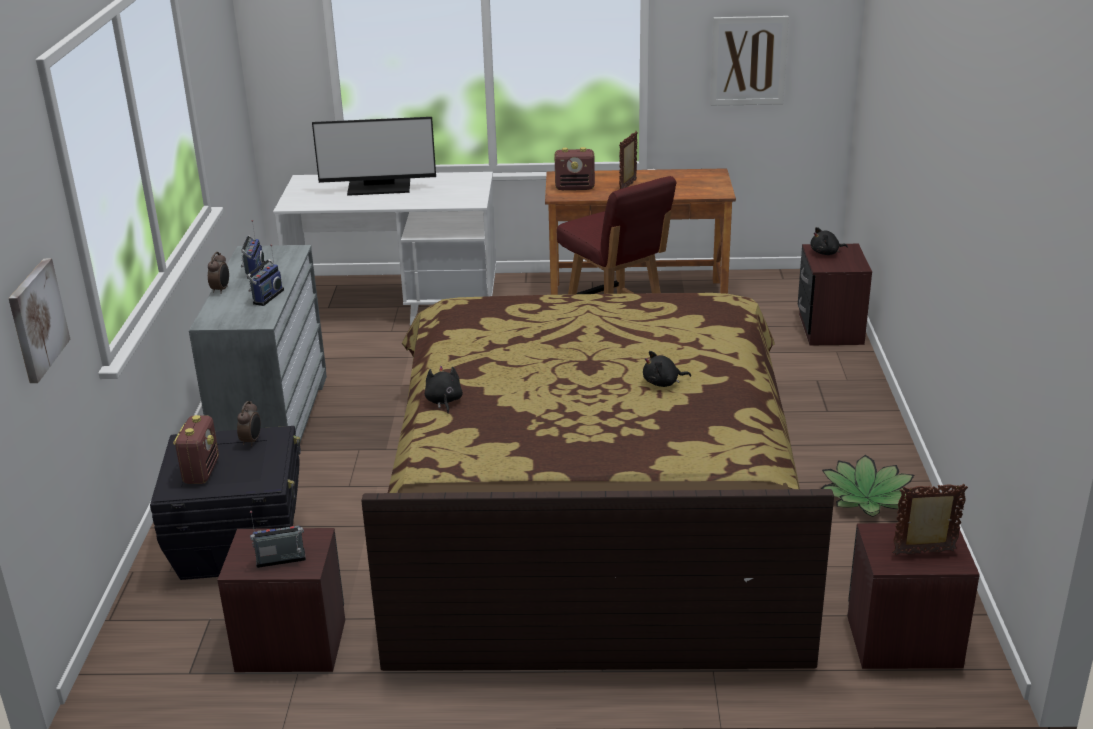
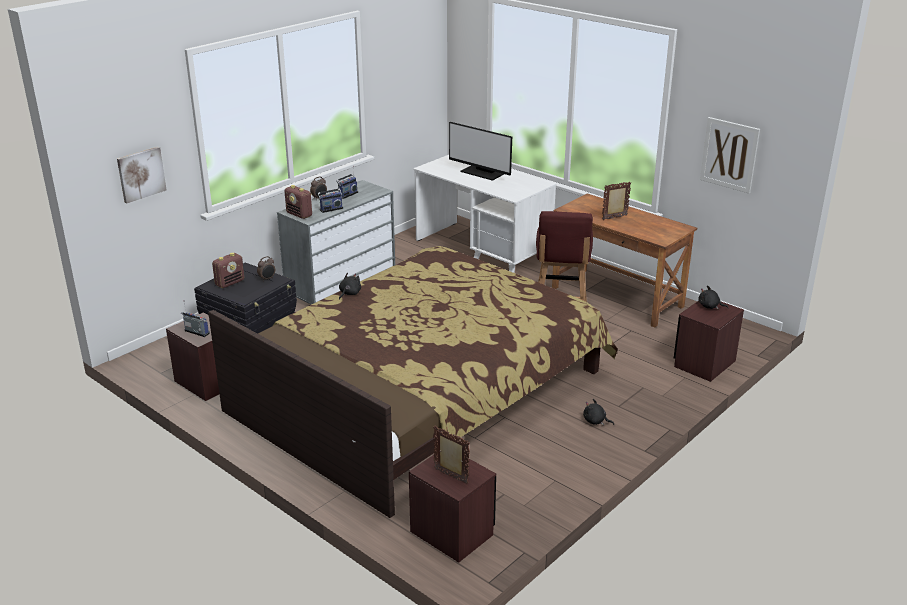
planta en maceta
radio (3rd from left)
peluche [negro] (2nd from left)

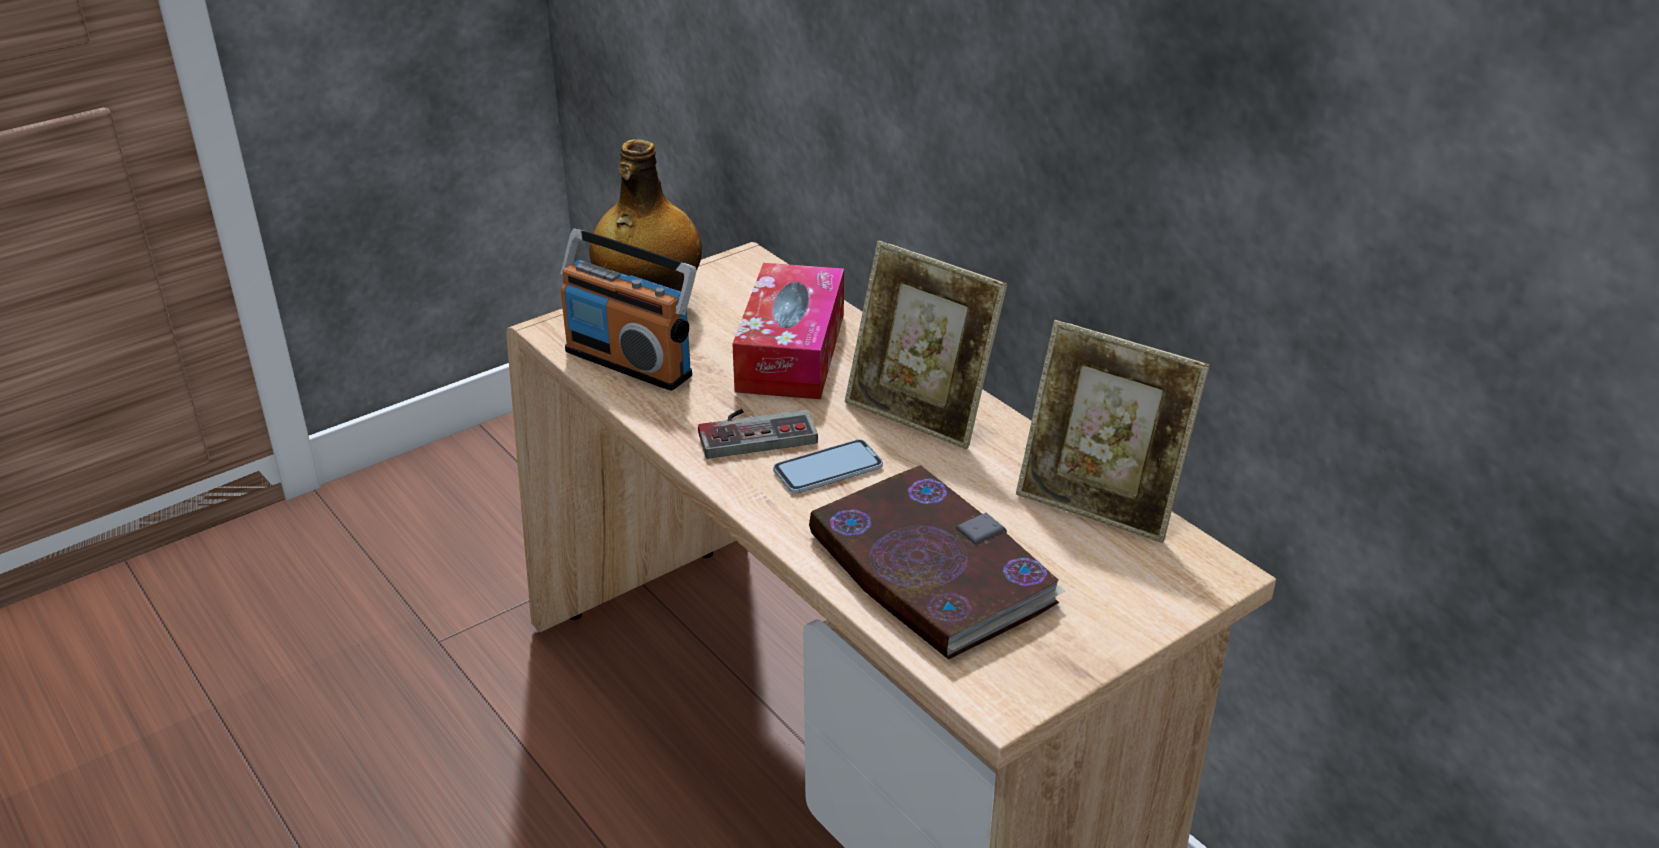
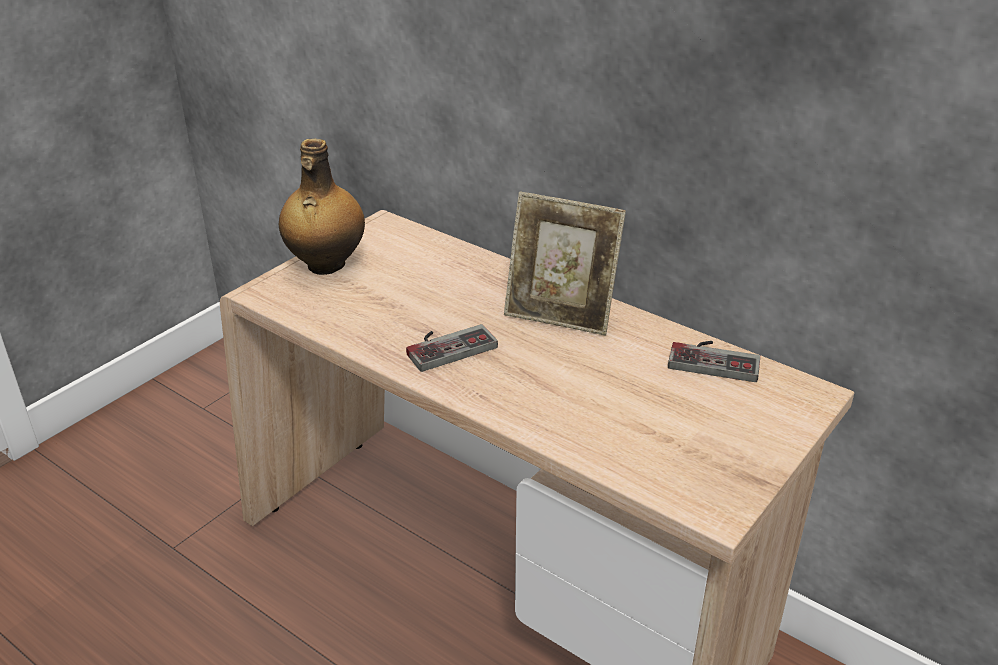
radio
caja de pañuelos
móvil
libro
mando de consola (2nd from left)

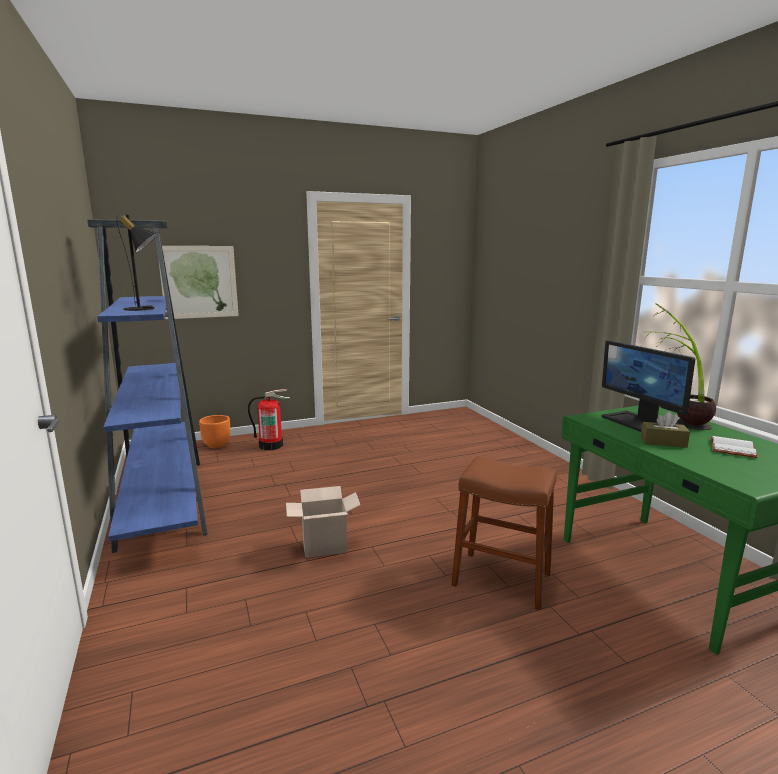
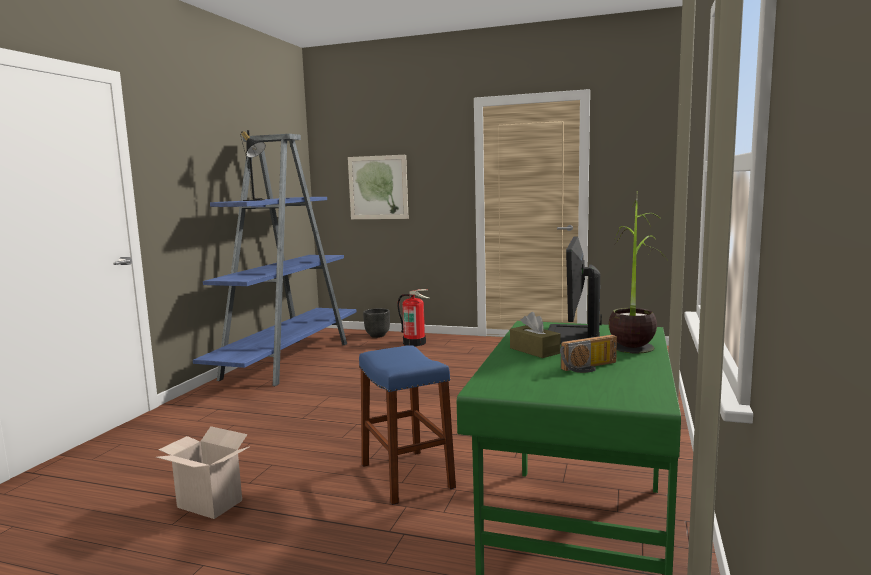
caja de cartón
radio
maceta [negro]
taburete [azul]

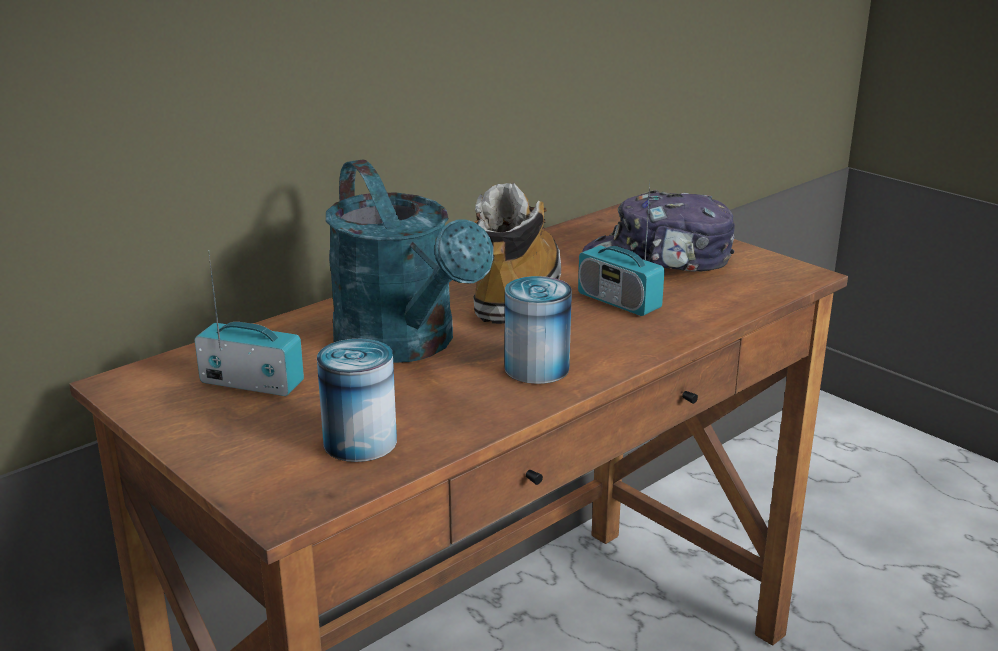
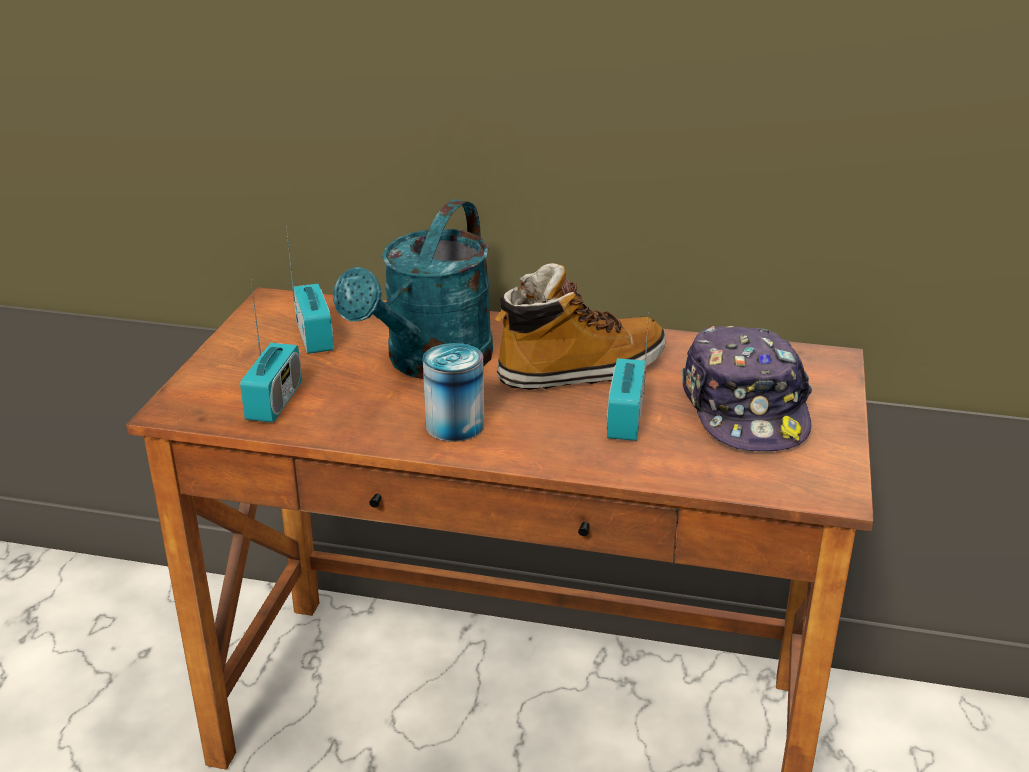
radio (1st from left)
gorra

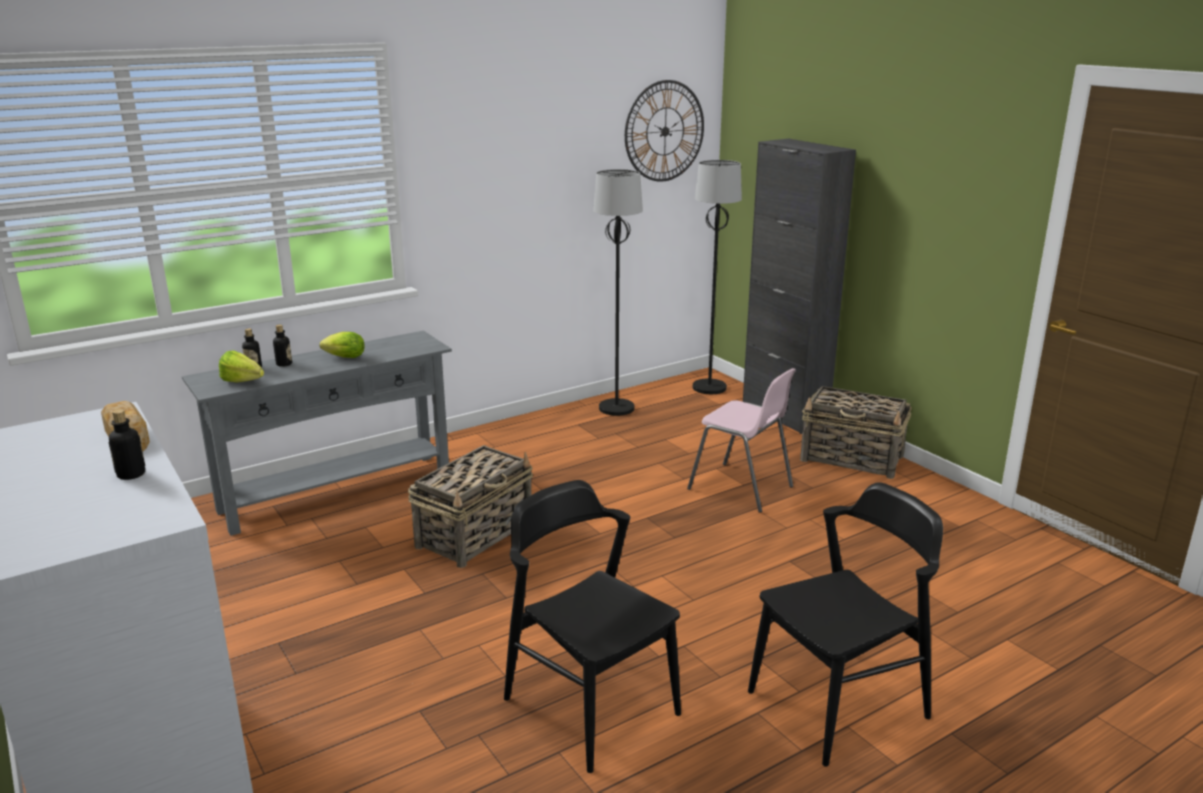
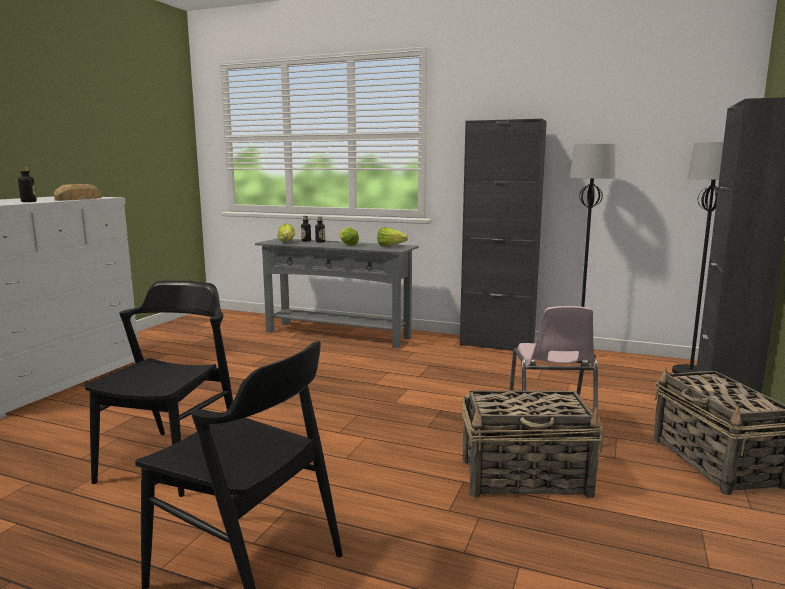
reloj de pared
lechuga (3rd from left)
armario [negro] (1st from left)
cesta (1st from left)

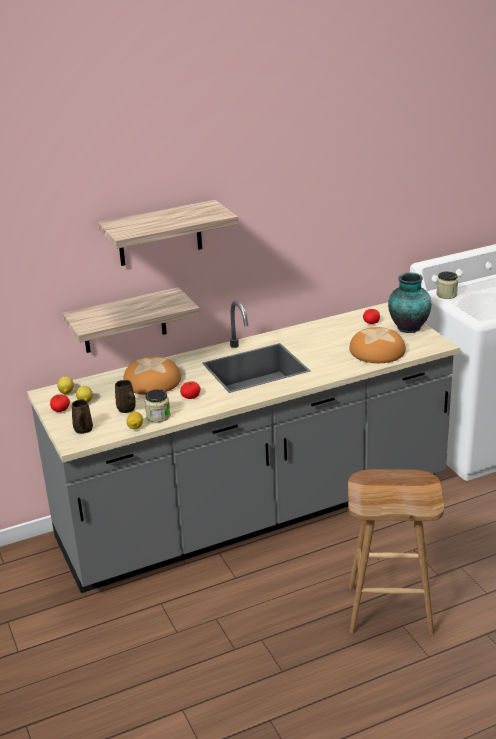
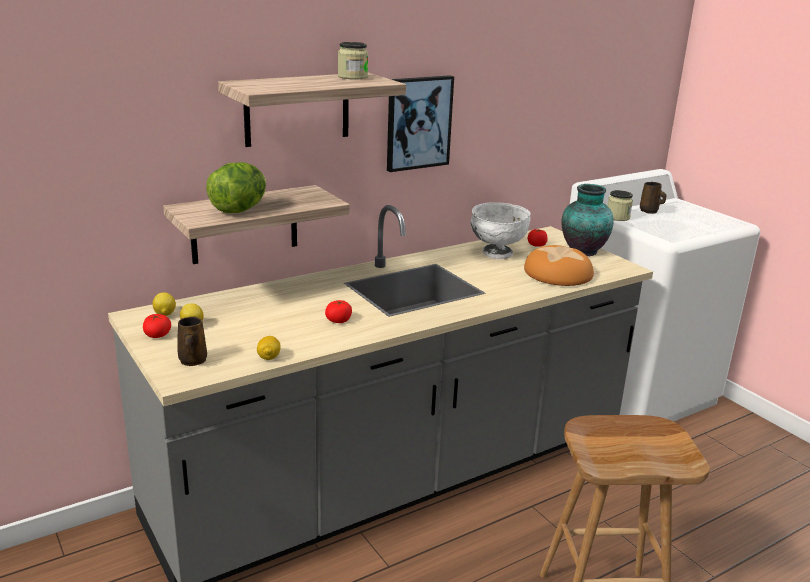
pan (1st from left in the first image)
lechuga
cuadro
cuenco [blanco]
taza grande [marrón] (2nd from left)
tarro (1st from left)

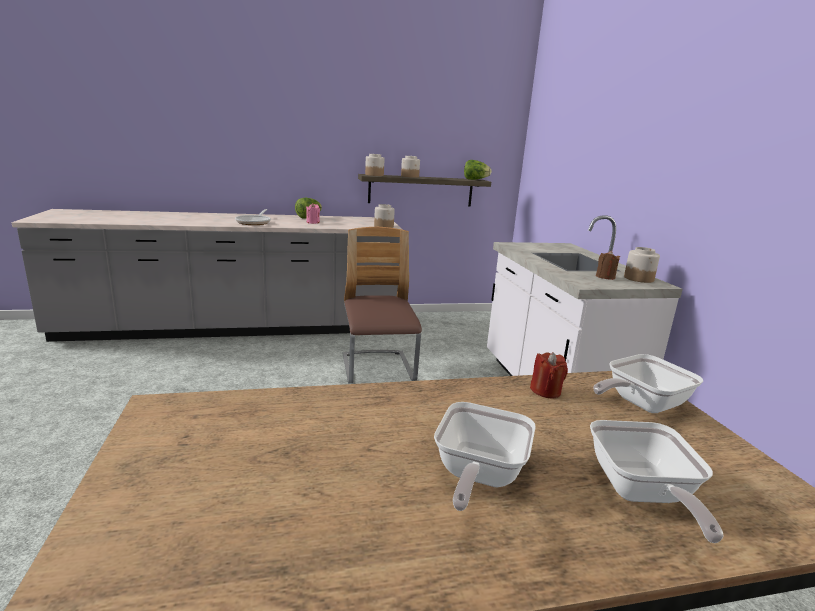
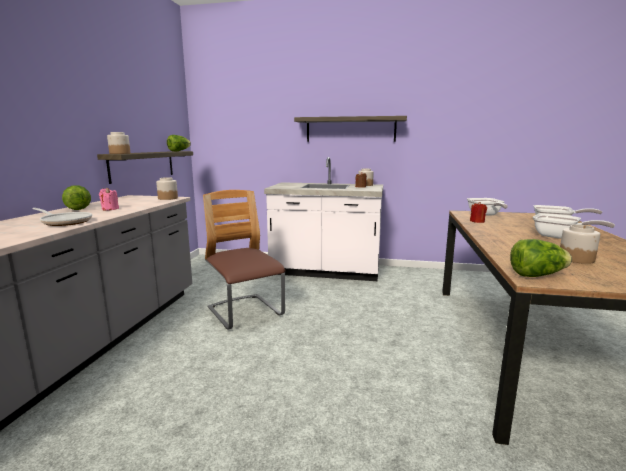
estante (2nd from left)
lechuga (3rd from left)
tarro (4th from left)
silla

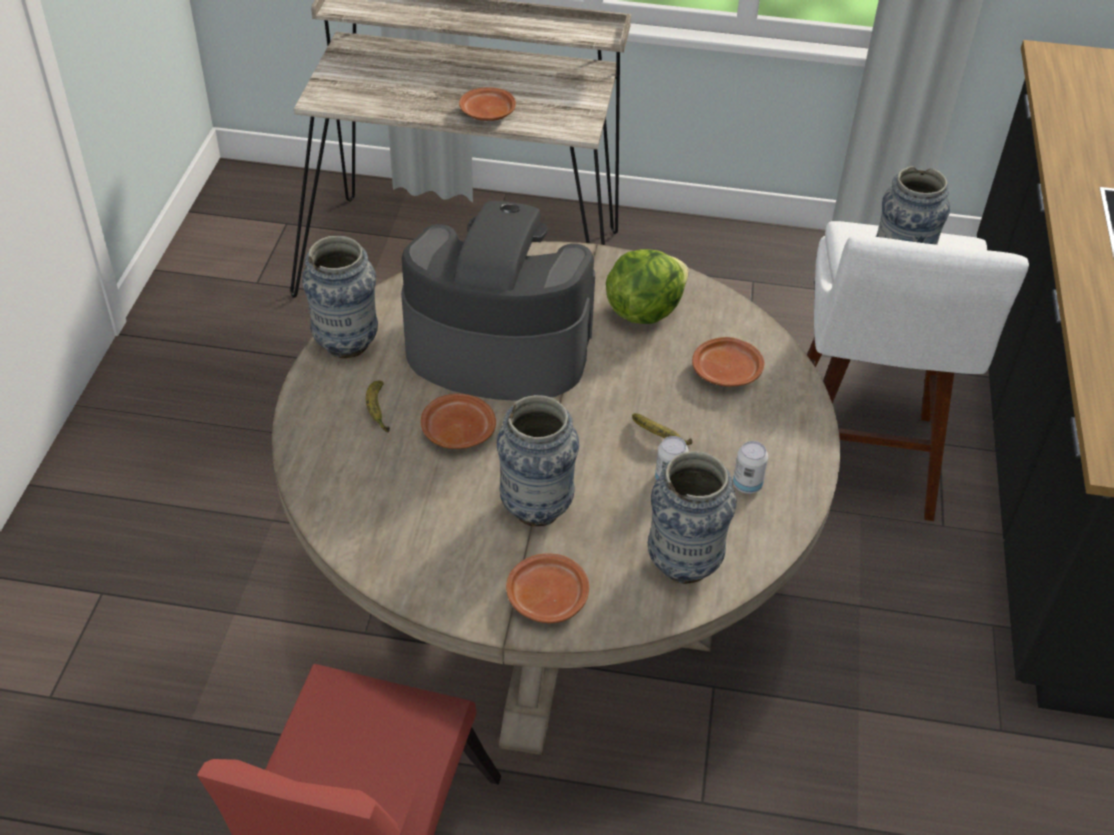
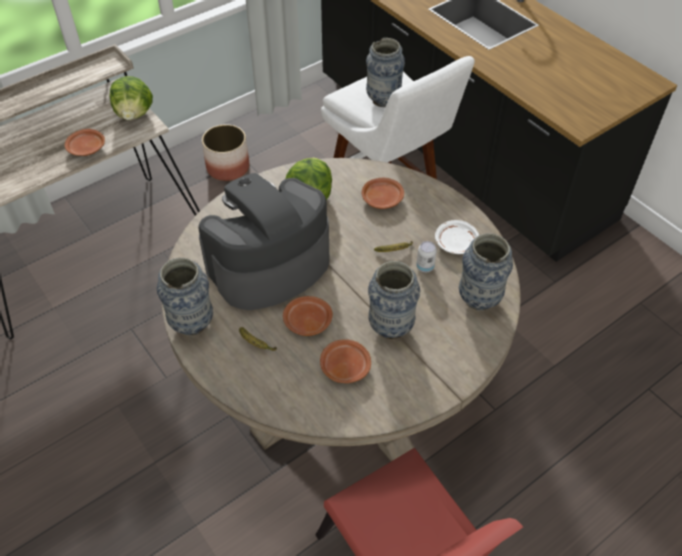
lechuga (1st from left)
maceta
plato [marrón] (3rd from left)
plato [blanco]

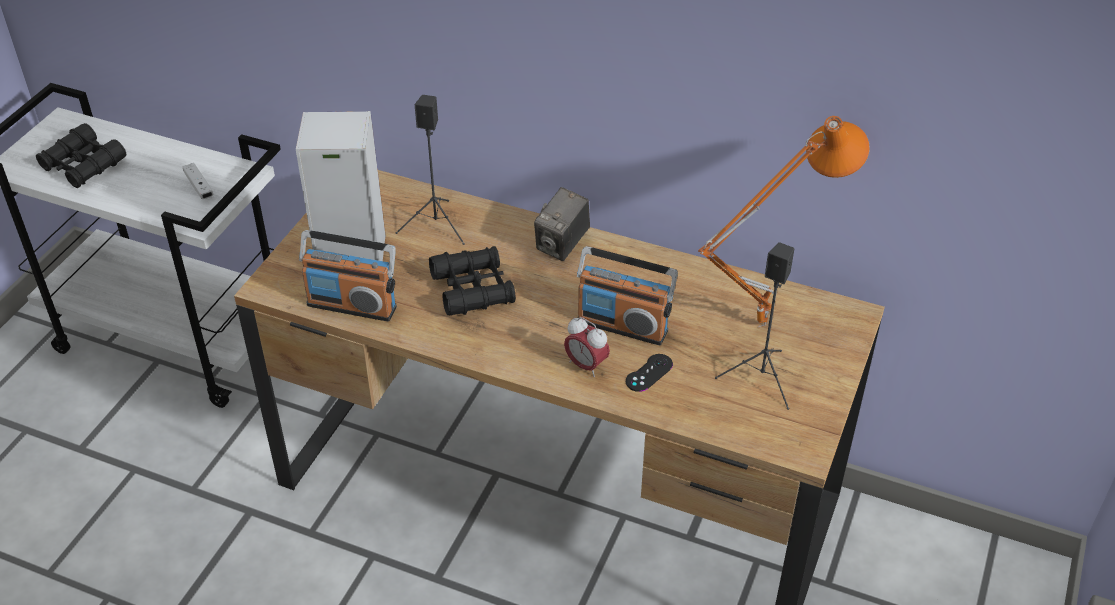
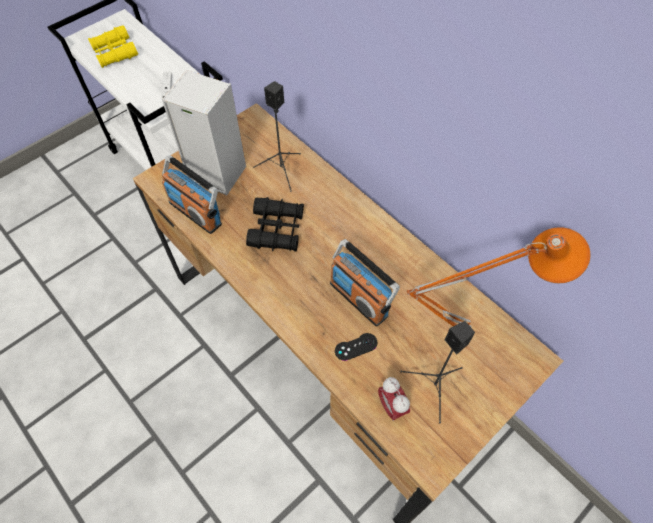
cámara
despertador
prismáticos [amarillo]

